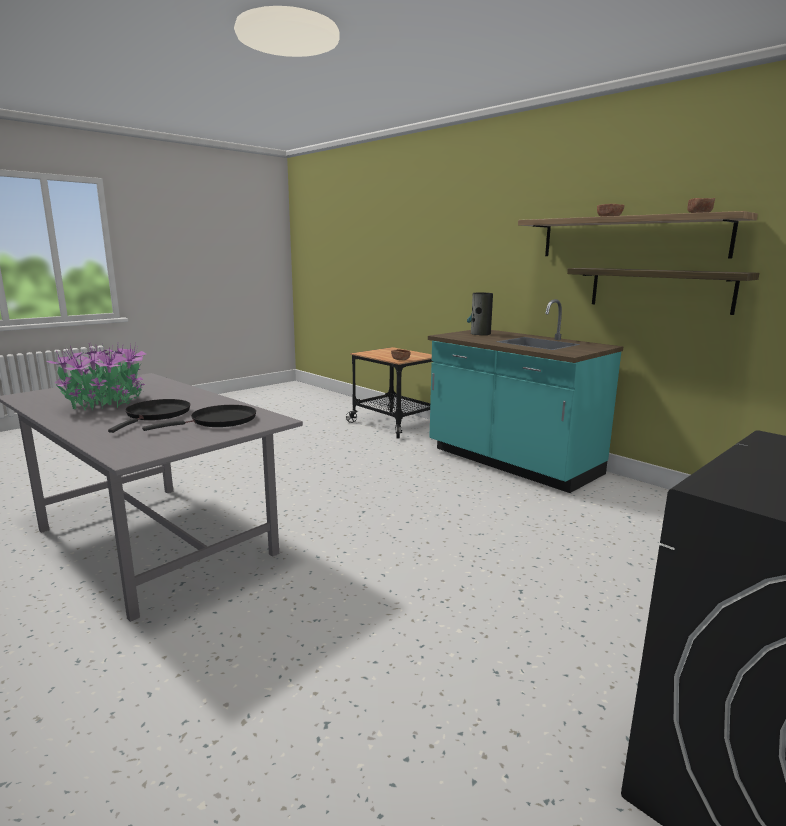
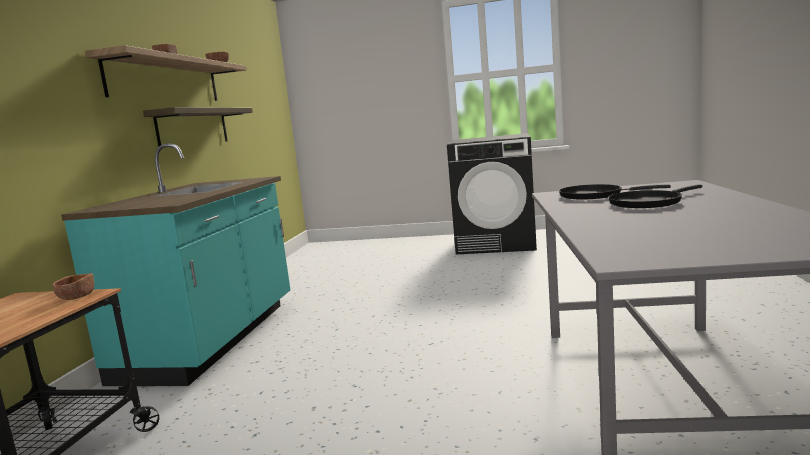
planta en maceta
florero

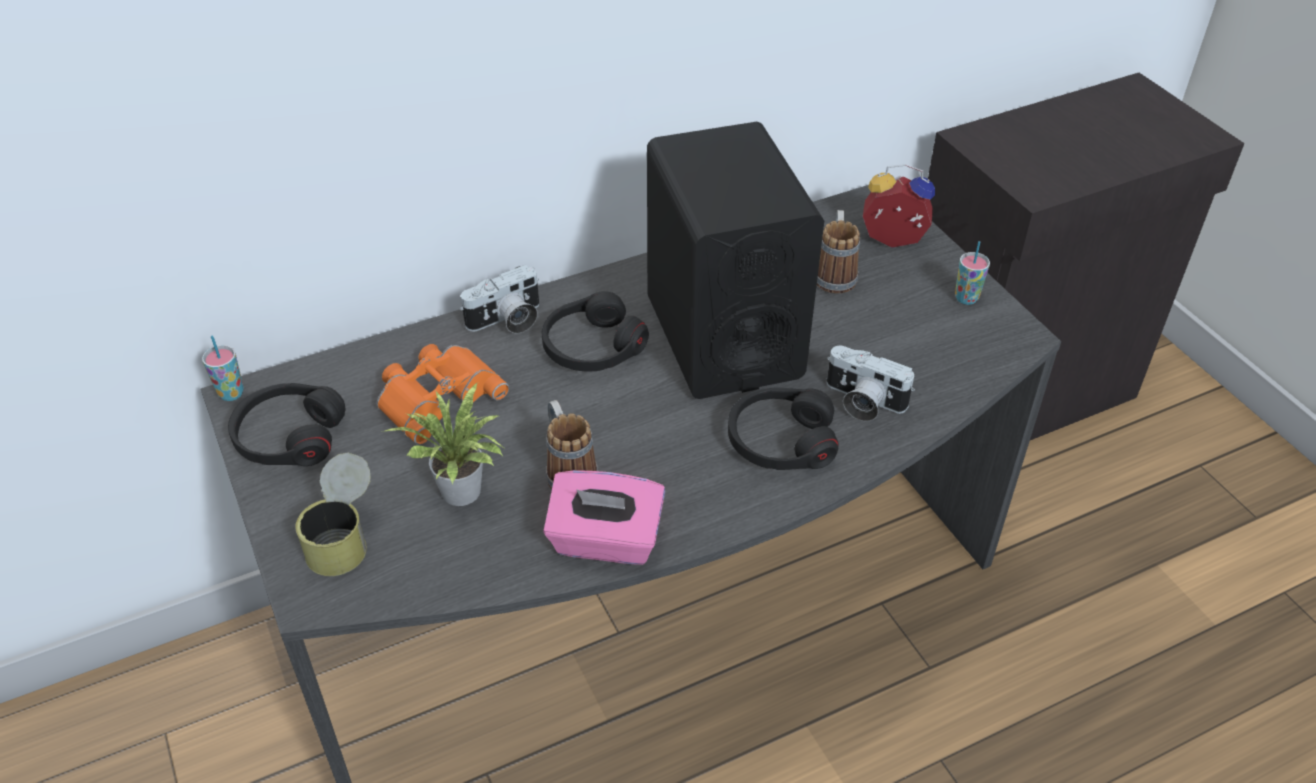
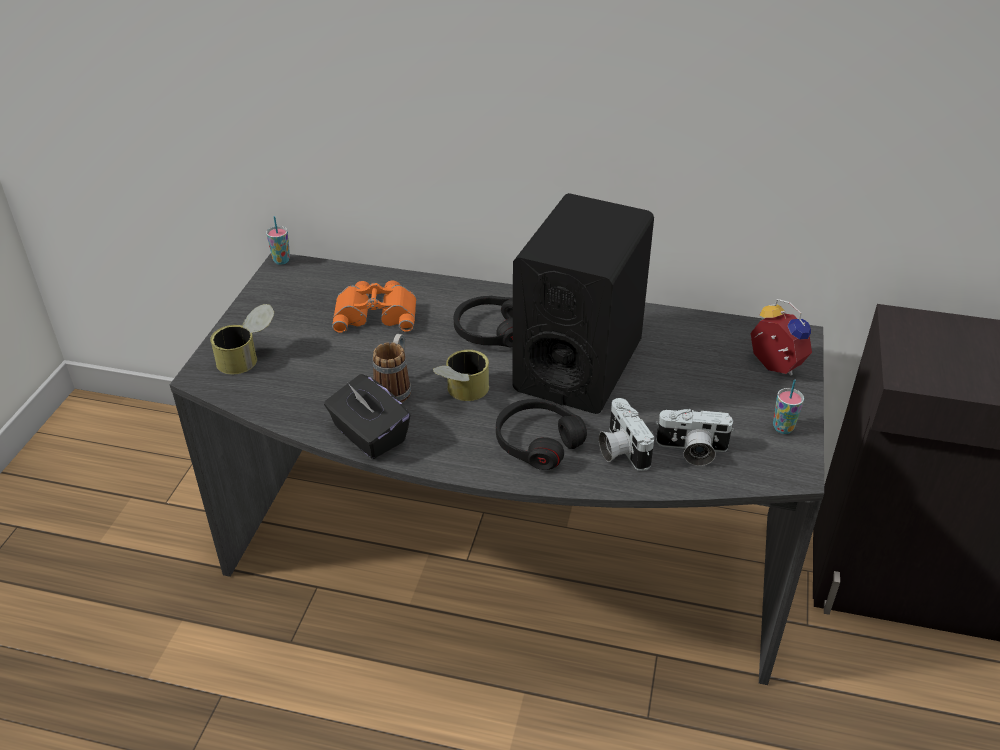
auriculares [negro] (1st from left in the first image)
planta en maceta
taza grande (2nd from left in the first image)
lata (2nd from left)
cámara (2nd from left)
caja de pañuelos [negro]

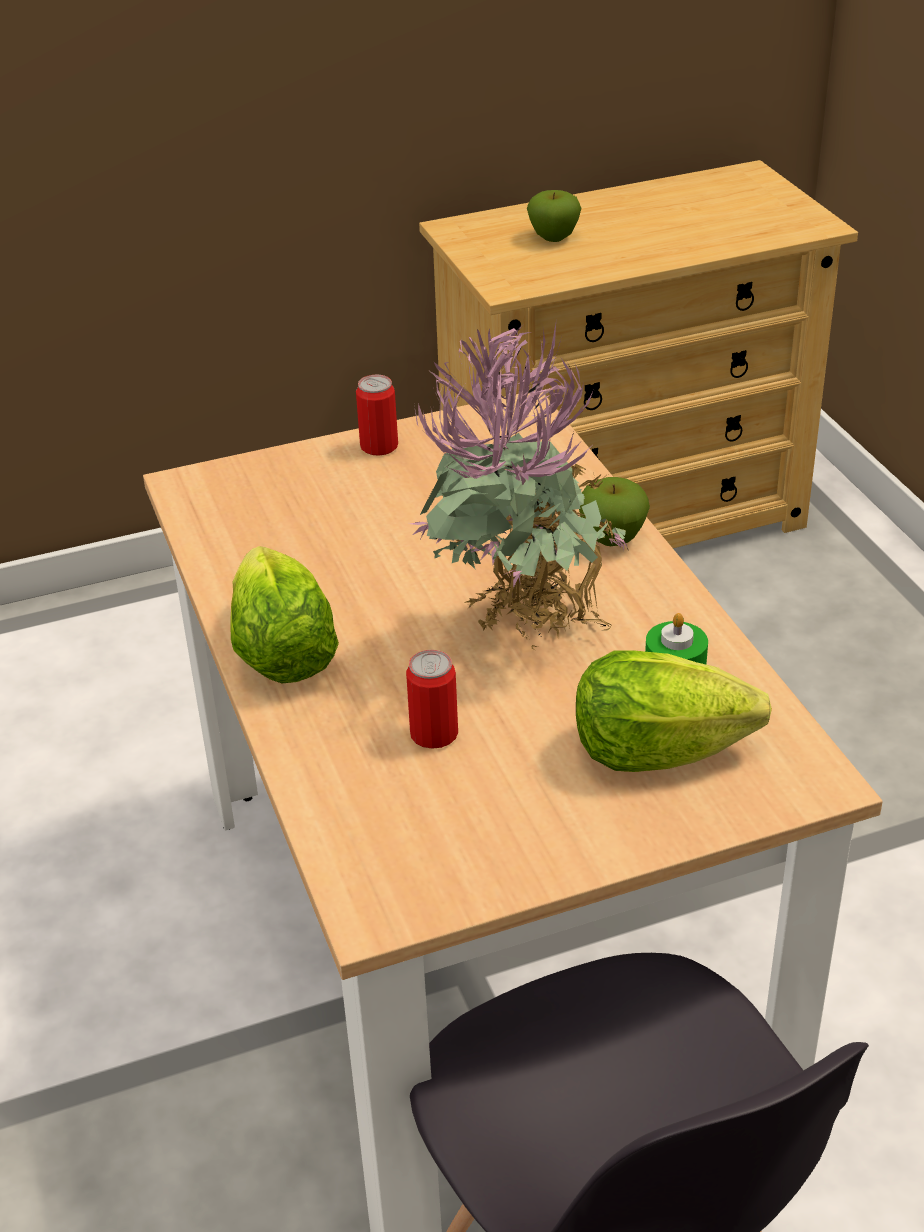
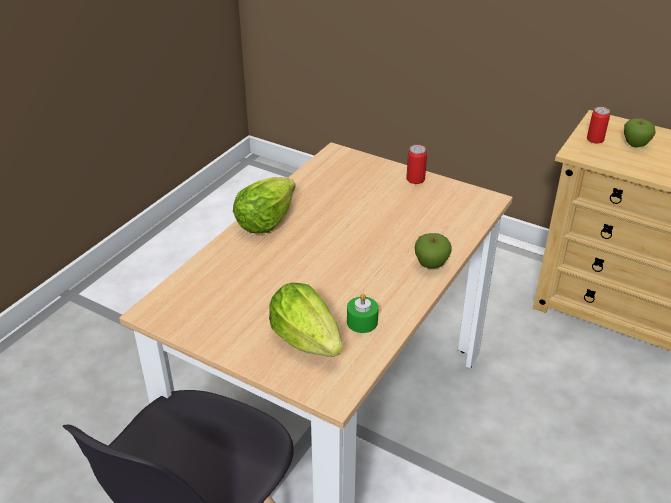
planta en maceta
lata (2nd from left)

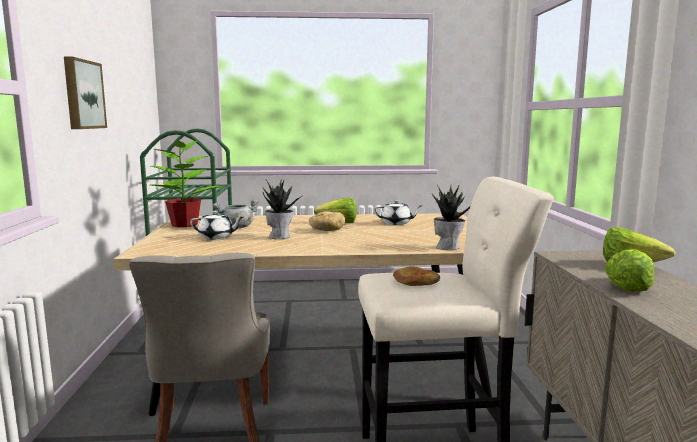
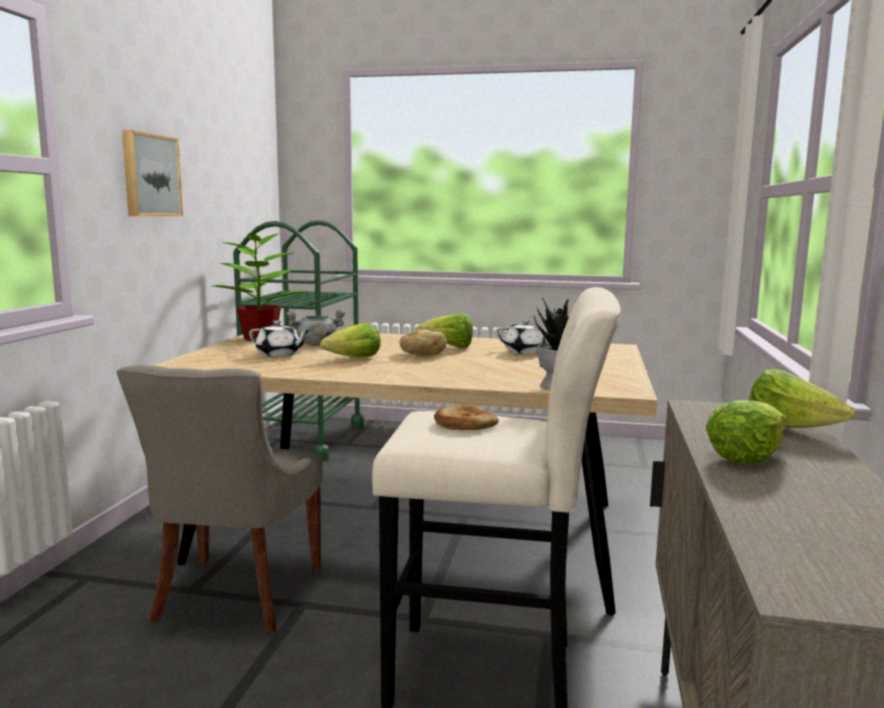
lechuga (1st from left)

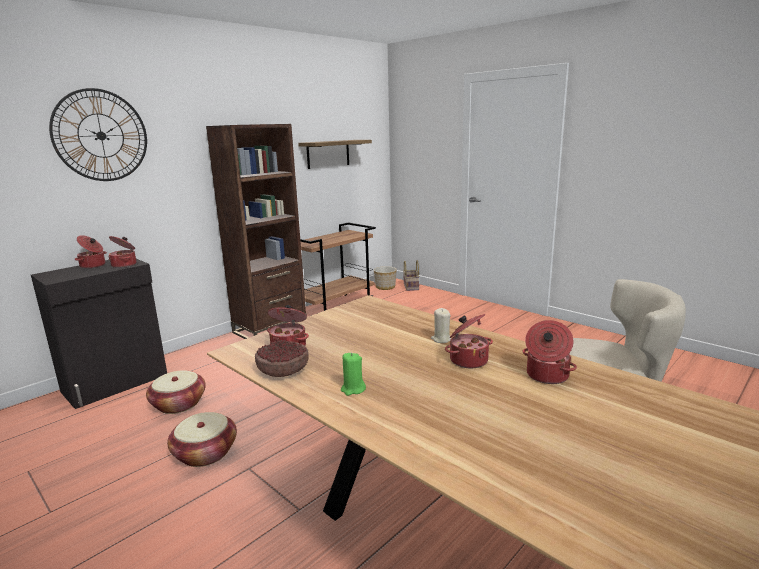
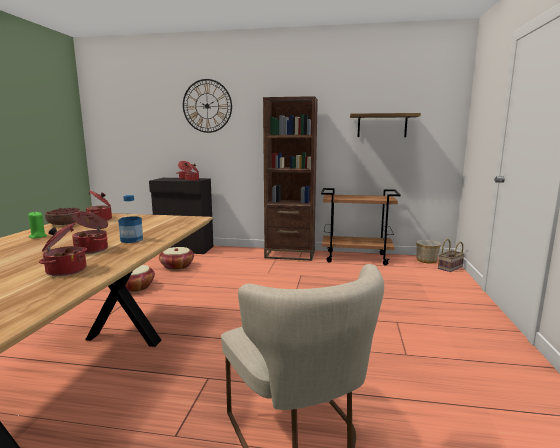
botella

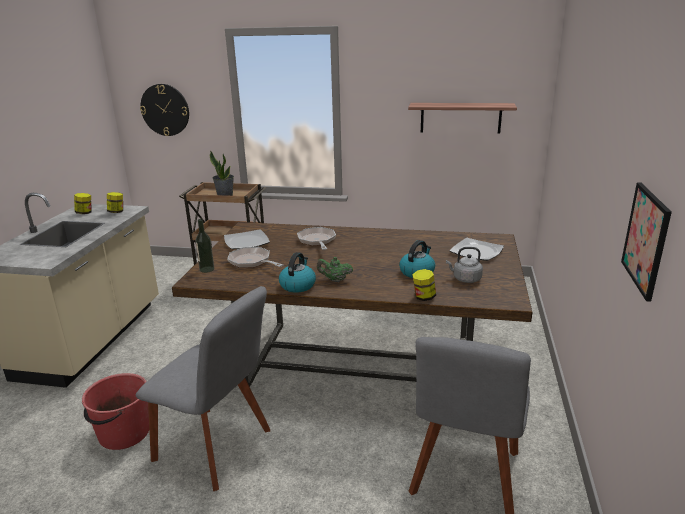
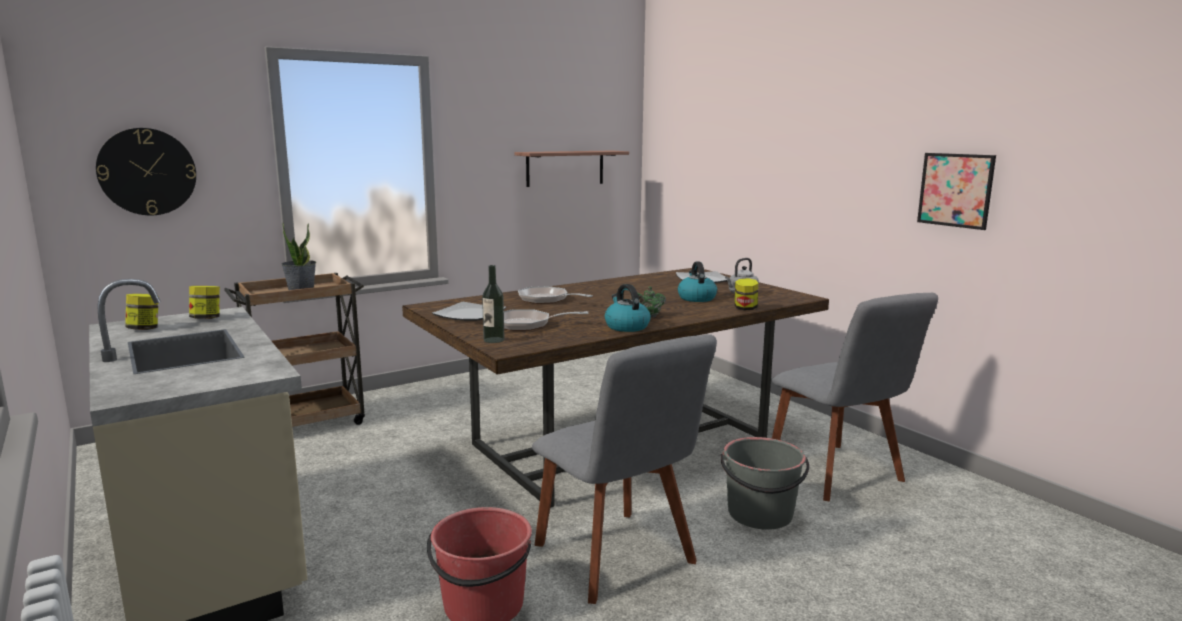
cubo [gris]
silla [gris] (1st from left)

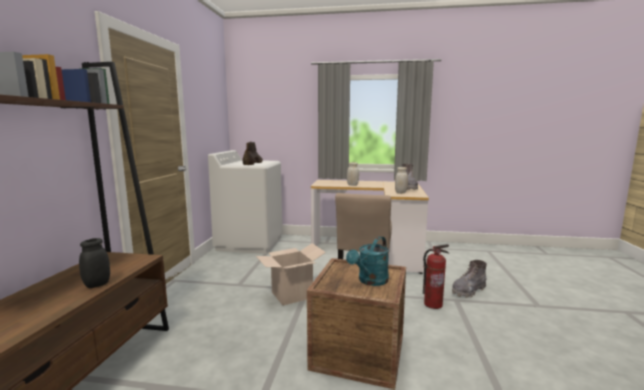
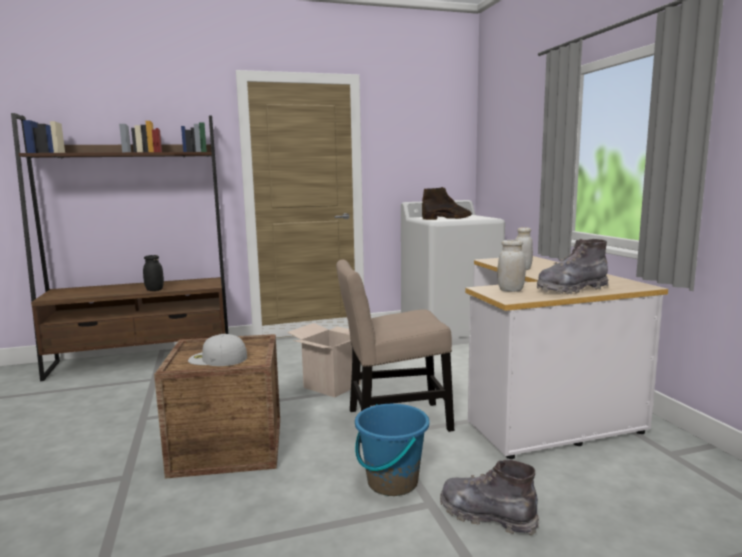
gorra [blanco]
cubo [azul]

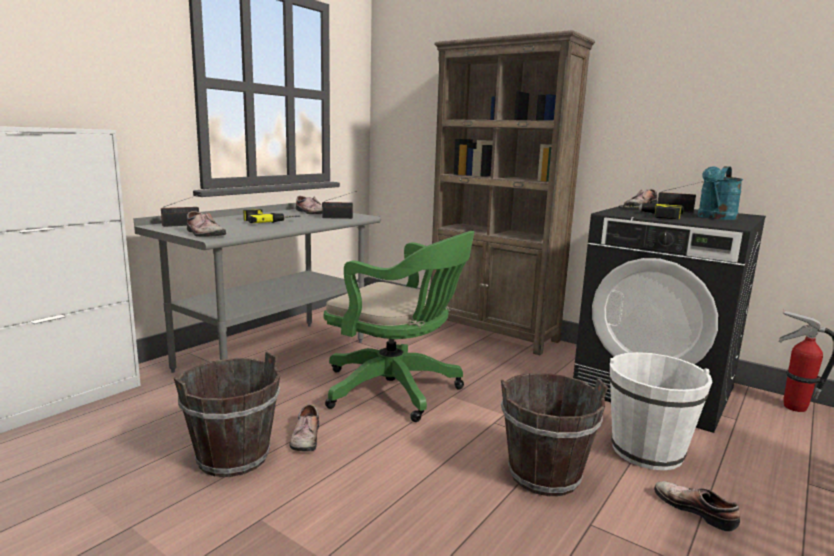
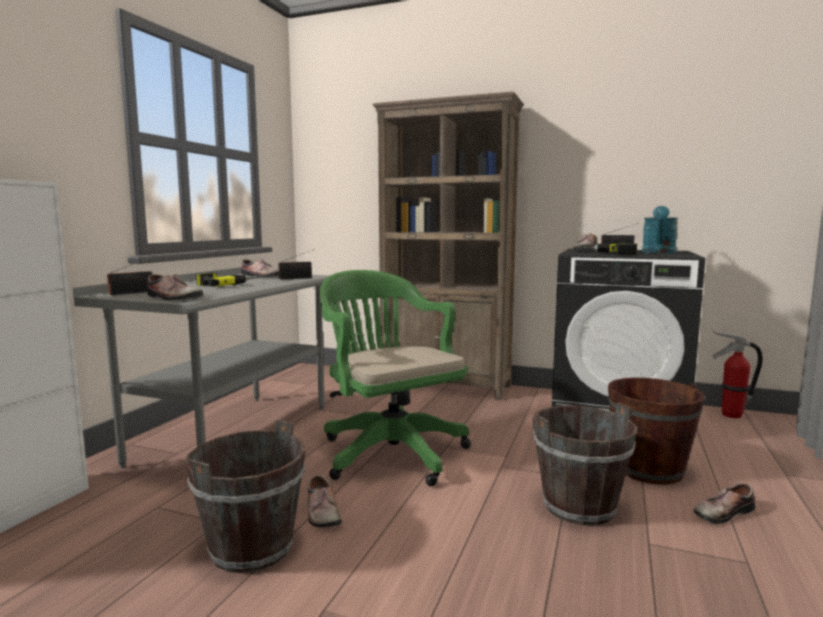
cubo [marrón] (3rd from left)
silla de oficina [verde]
zapato (5th from left)

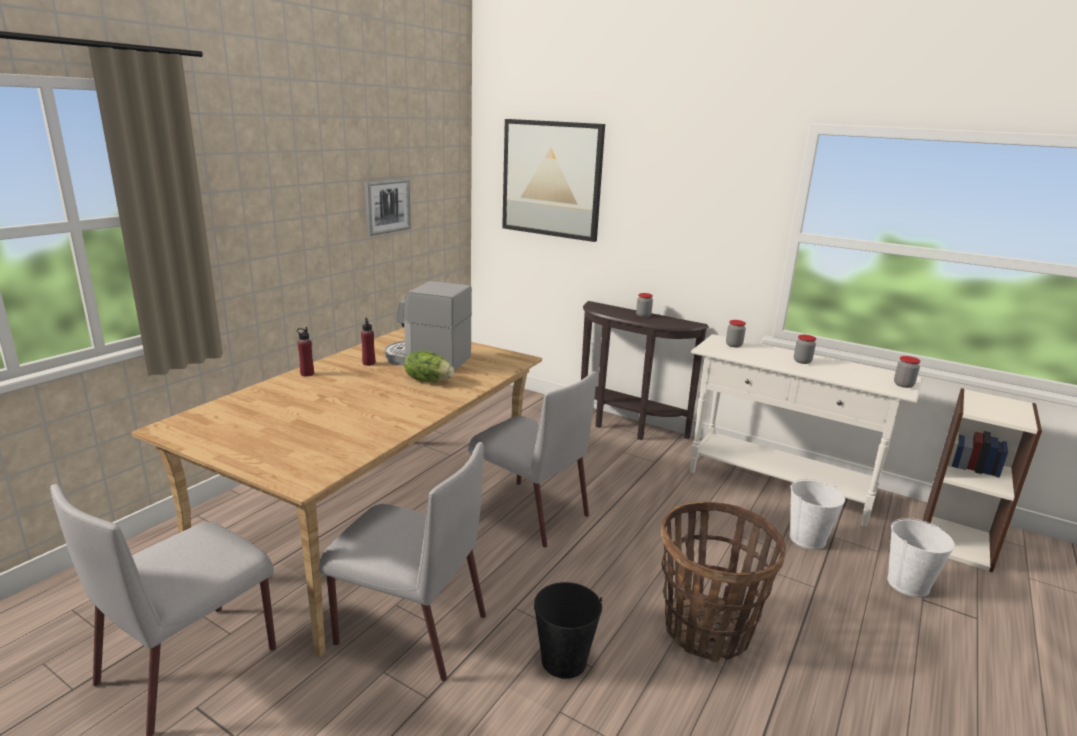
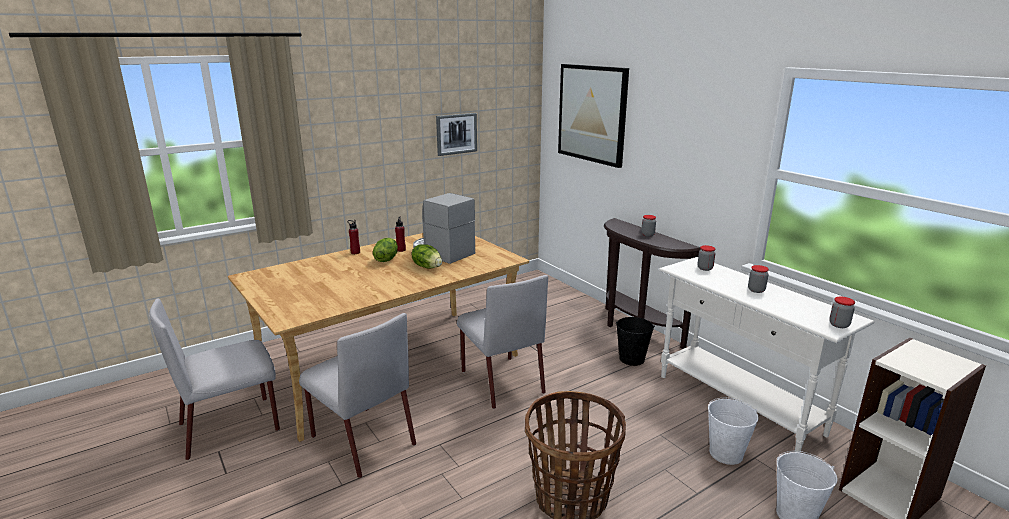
lechuga (1st from left)
cubo [negro]

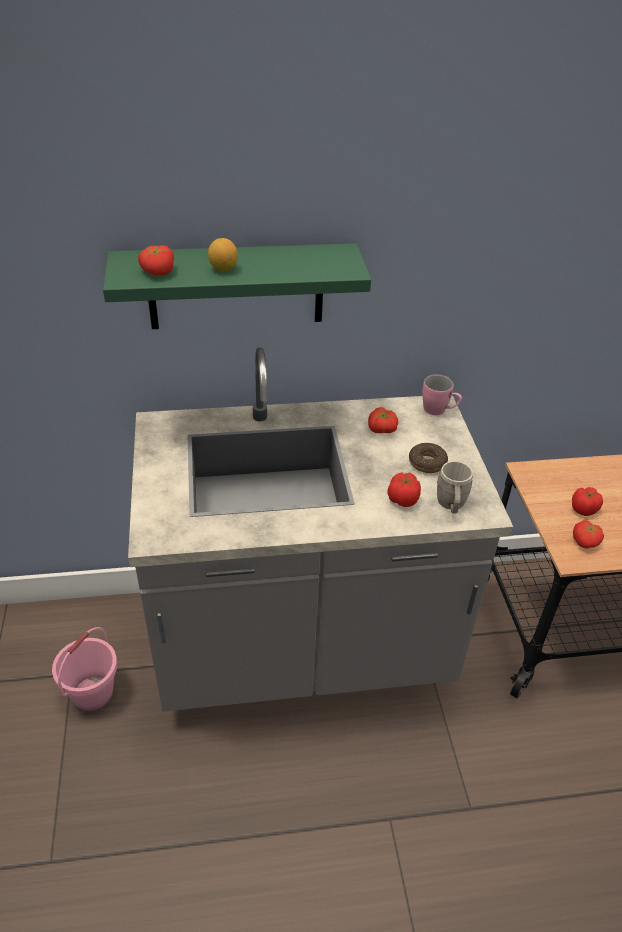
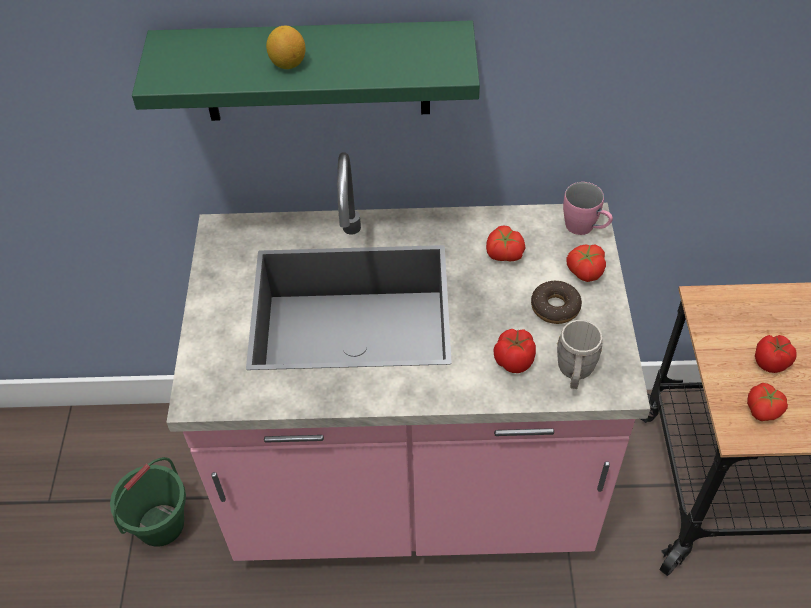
tomate (3rd from left)
cubo [verde]
mueble bajo de cocina [rosa]

